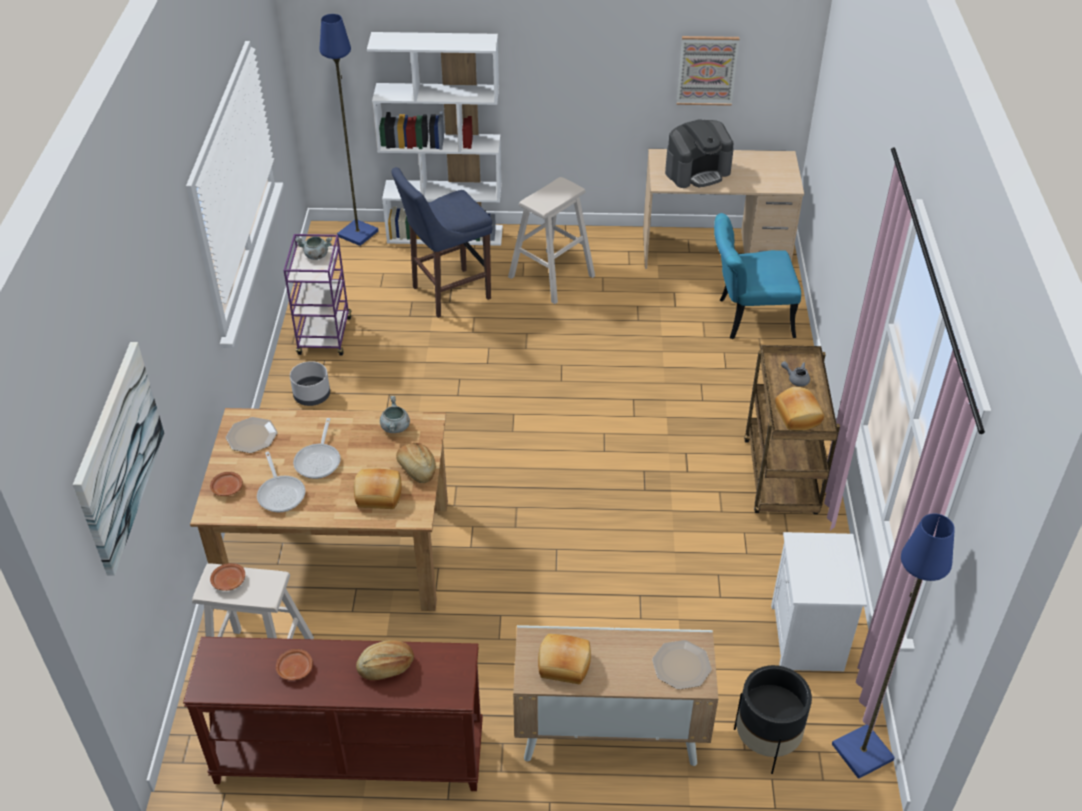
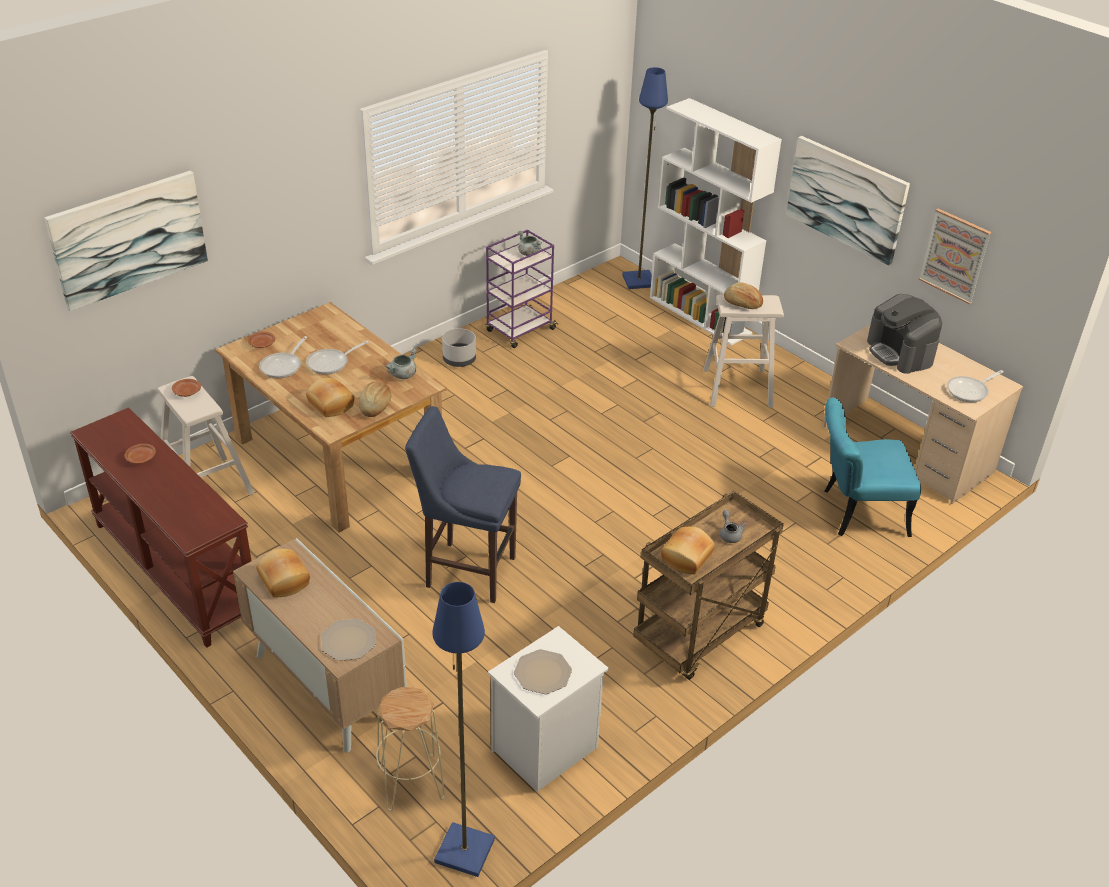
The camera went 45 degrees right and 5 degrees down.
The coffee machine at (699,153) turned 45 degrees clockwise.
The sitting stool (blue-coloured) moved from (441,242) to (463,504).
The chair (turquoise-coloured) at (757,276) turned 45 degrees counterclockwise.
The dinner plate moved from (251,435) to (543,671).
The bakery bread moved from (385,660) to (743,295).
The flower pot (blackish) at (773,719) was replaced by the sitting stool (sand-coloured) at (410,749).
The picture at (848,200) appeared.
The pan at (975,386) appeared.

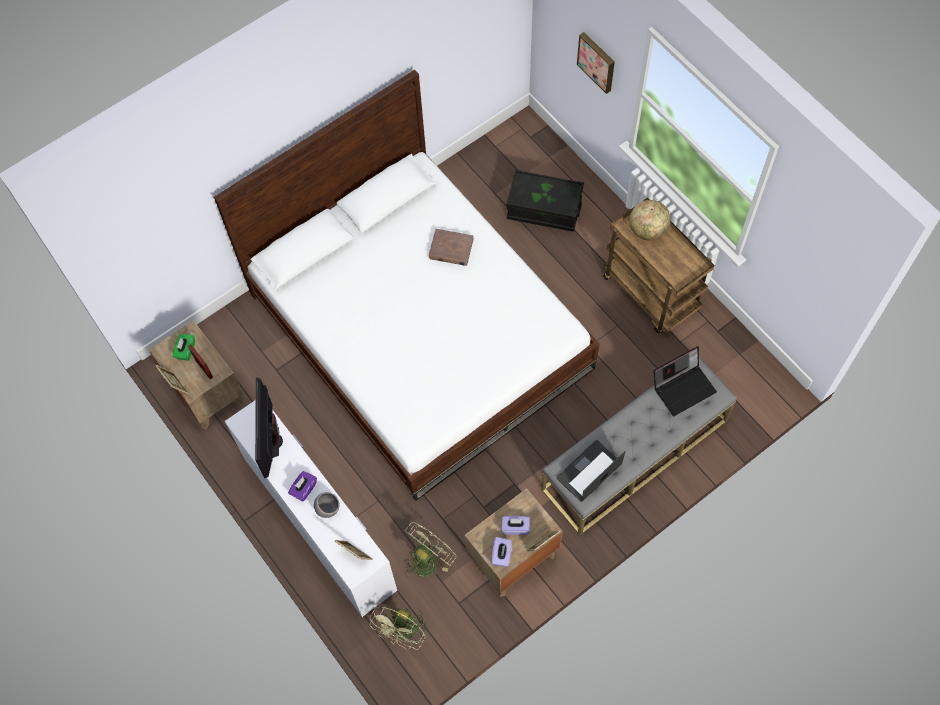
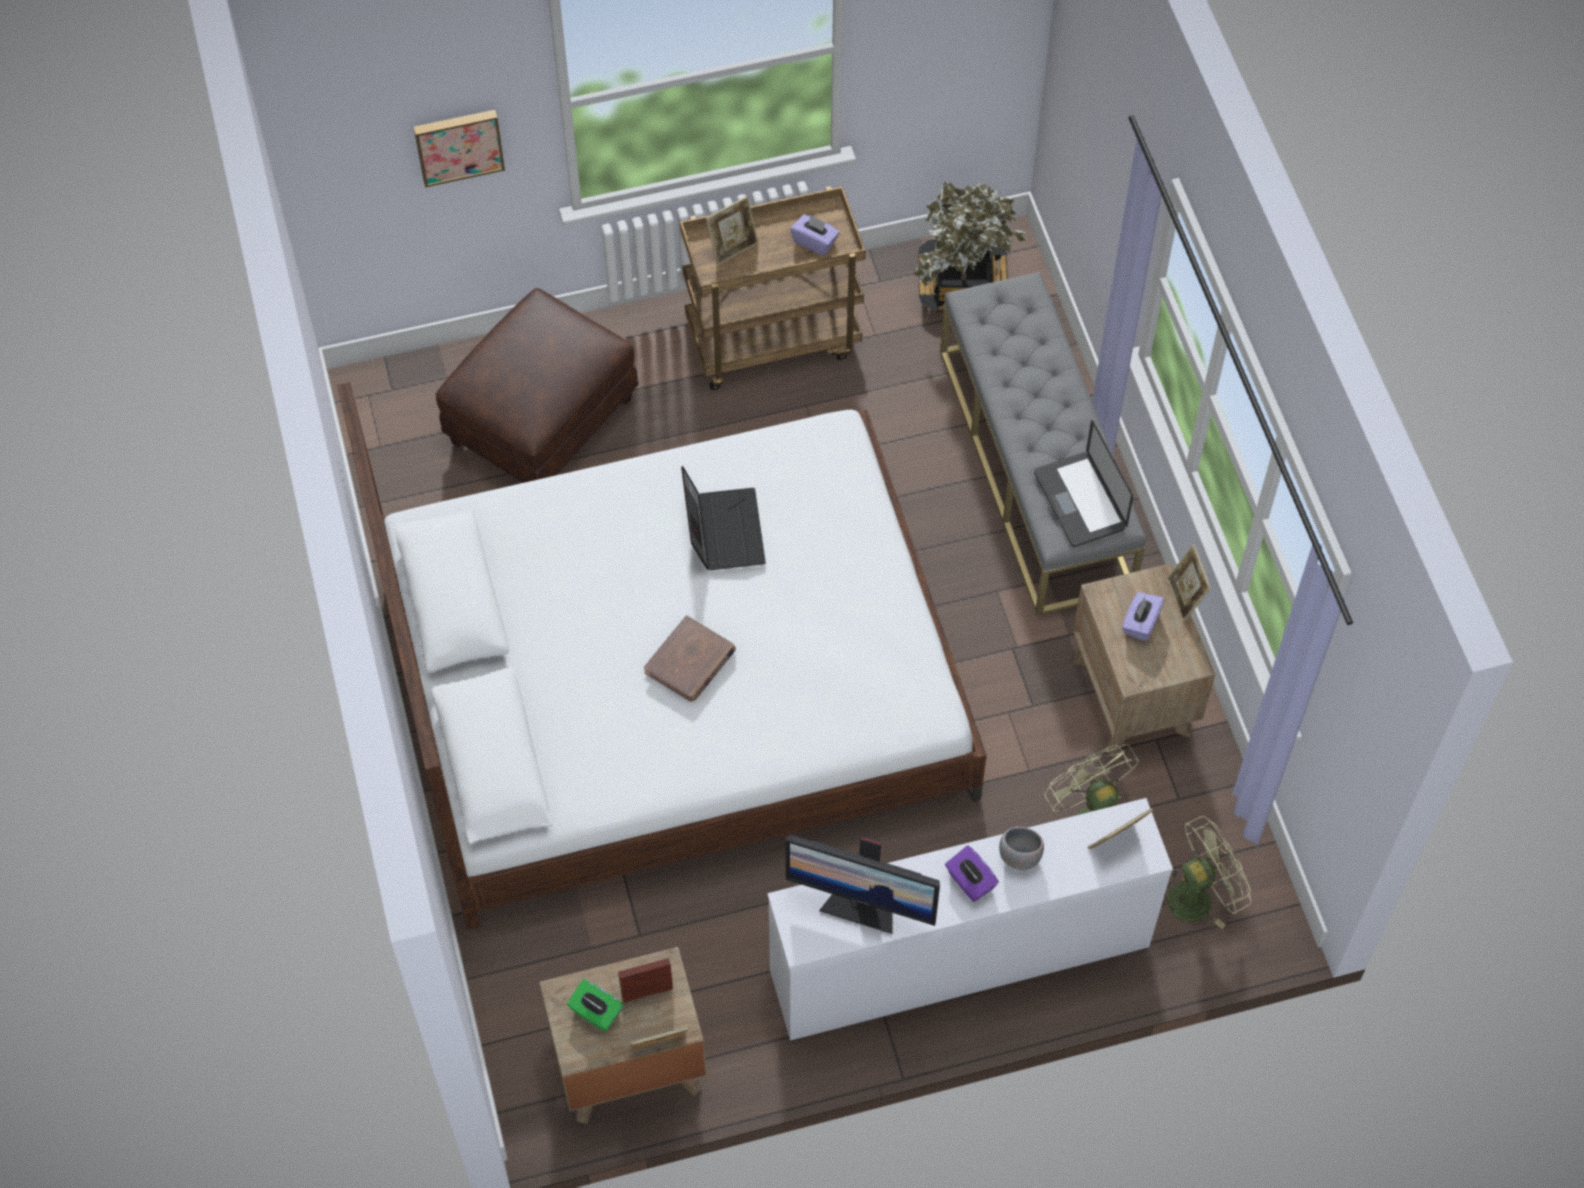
The camera went 70 degrees left and 5 degrees down.
The storage bin (blackish) at (545,201) was replaced by the ottoman (brownish) at (537,385).
The desk globe at (650,220) was replaced by the standing frame at (732,230).
The bound book (brownish) moved from (451,247) to (690,658).
The notebook computer moved from (685,381) to (723,518).
The tissue box (purple-coloured) moved from (501,552) to (815,235).
The fan (green-coloured) at (399,628) turned 75 degrees counterclockwise.
The houseplant at (970,246) appeared.

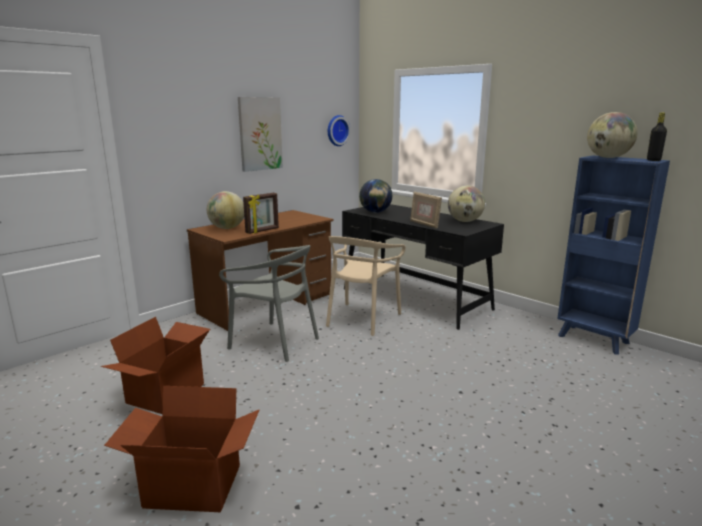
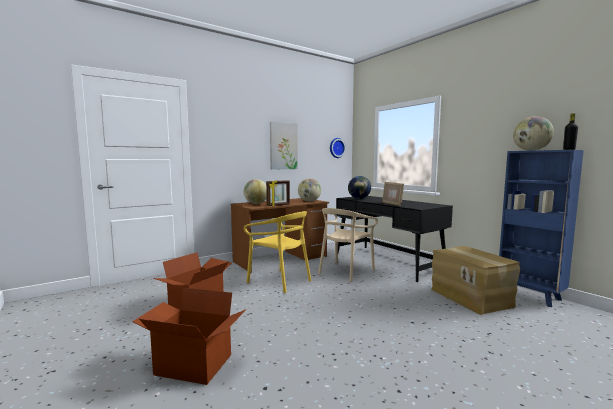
The camera went 10 degrees right and 10 degrees down.
The desk globe moved from (466,203) to (309,190).
The chair (grey) at (269,303) became the chair (yellowish) at (277,252).
The carton at (475,280) appeared.

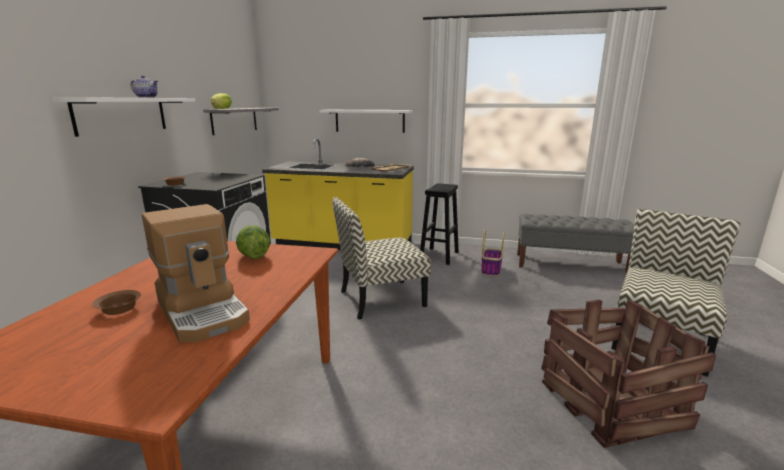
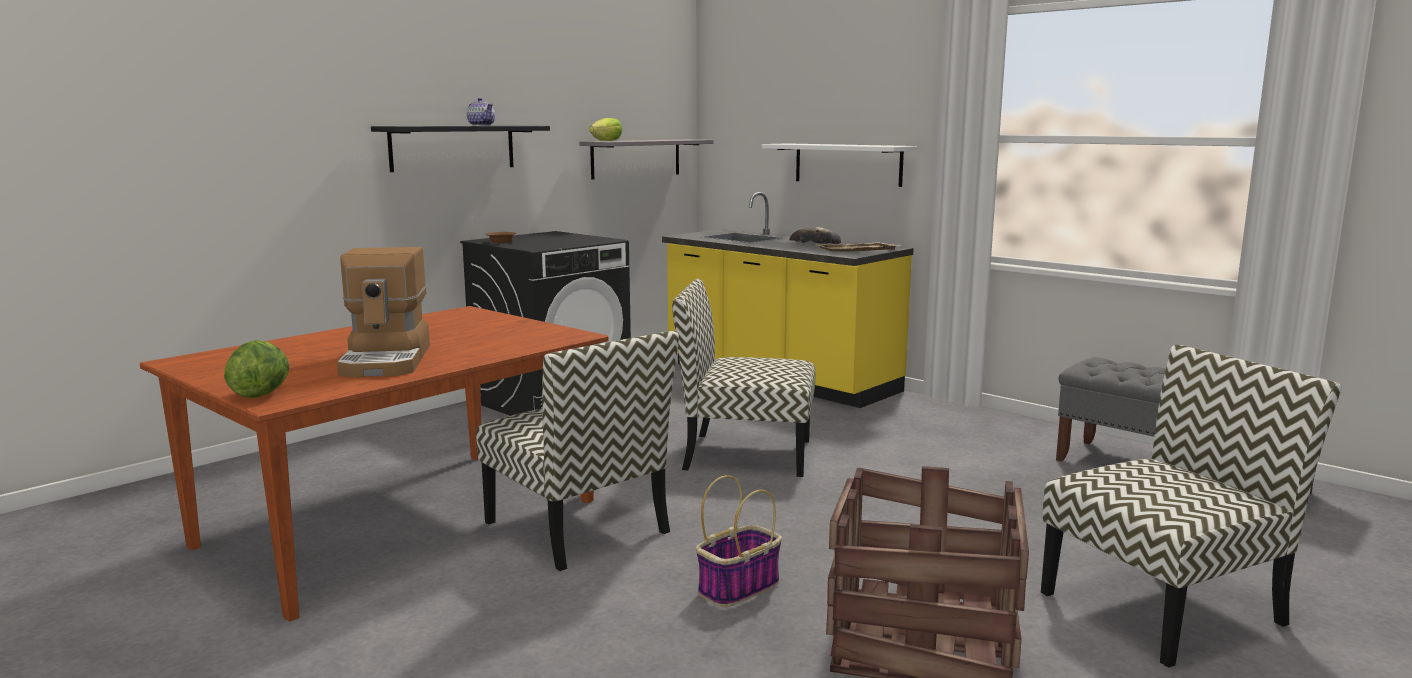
The camera went 30 degrees right and 5 degrees down.
The bracket shelf (white) at (123,117) became the bracket shelf (blackish) at (460,149).
The sitting stool (blackish) at (439,224) disappeared.
The lettuce moved from (253,242) to (256,369).
The basket moved from (493,253) to (739,541).
The serving bowl (brownish) at (116,302) disappeared.
The chair at (577,451) appeared.

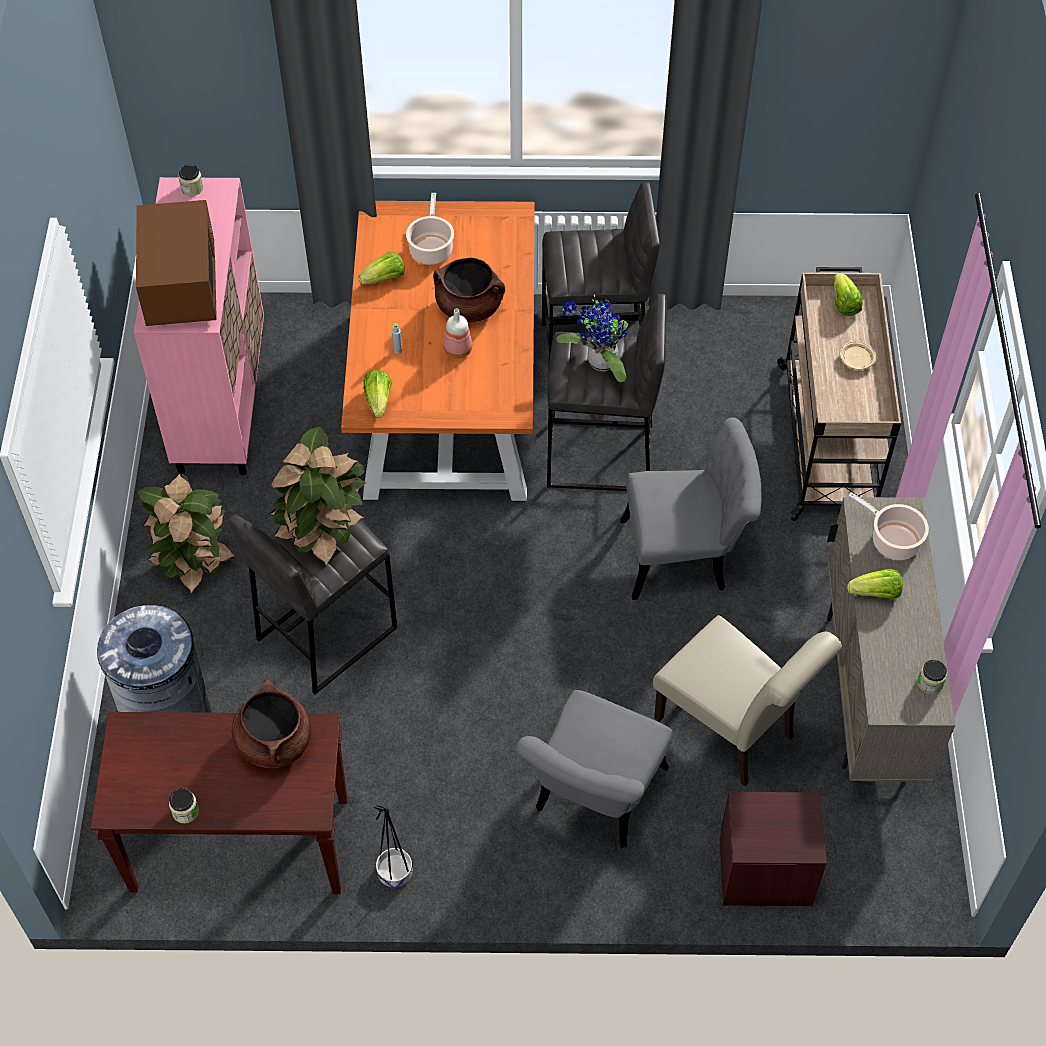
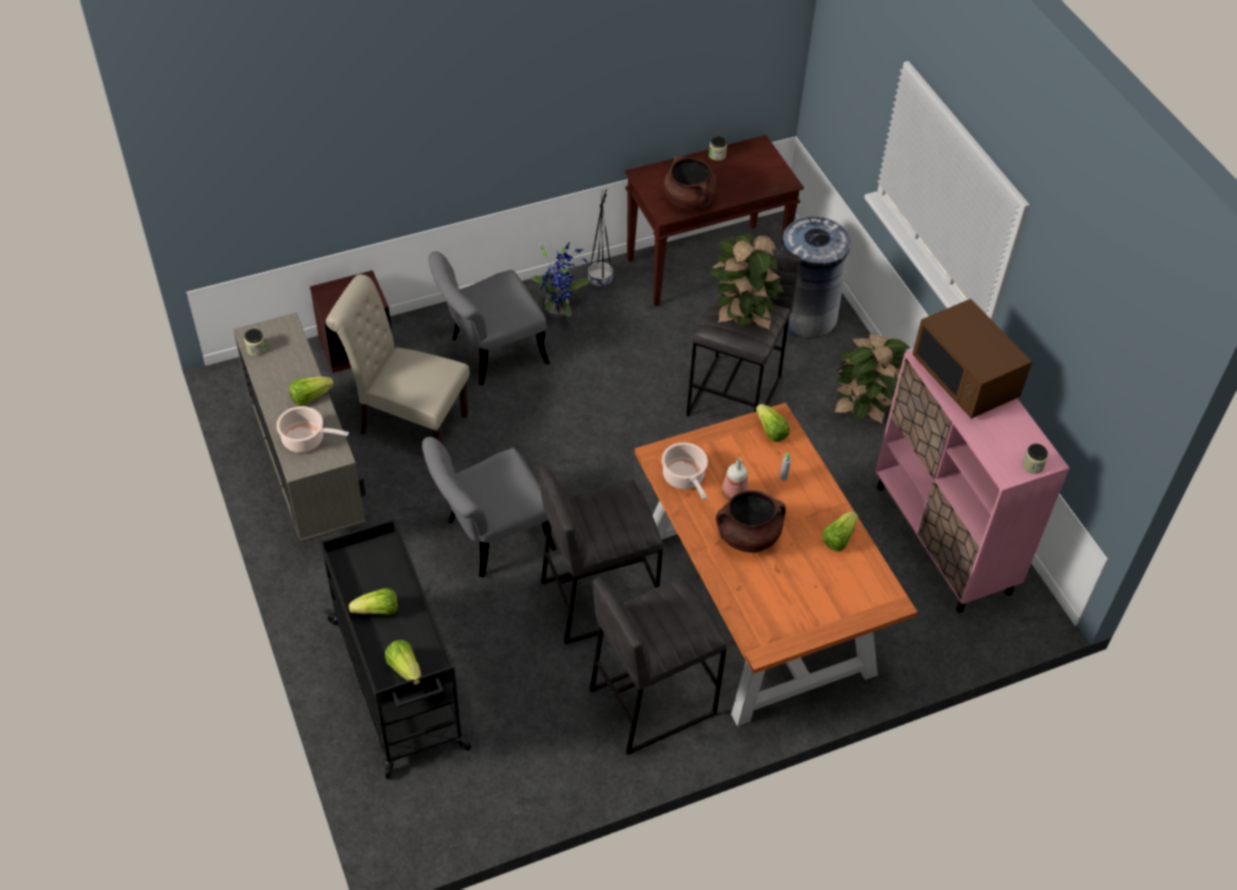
The camera went 155 degrees right and 5 degrees down.
The stockpot moved from (430,229) to (685,470).
The wheeled cart (sand-coloured) at (839,394) became the wheeled cart (blackish) at (395,649).
The houseplant moved from (592,338) to (560,280).
The dinner plate (sand-coloured) at (858,355) was replaced by the lettuce at (373,601).
The chair (grey) at (594,769) turned 120 degrees counterclockwise.

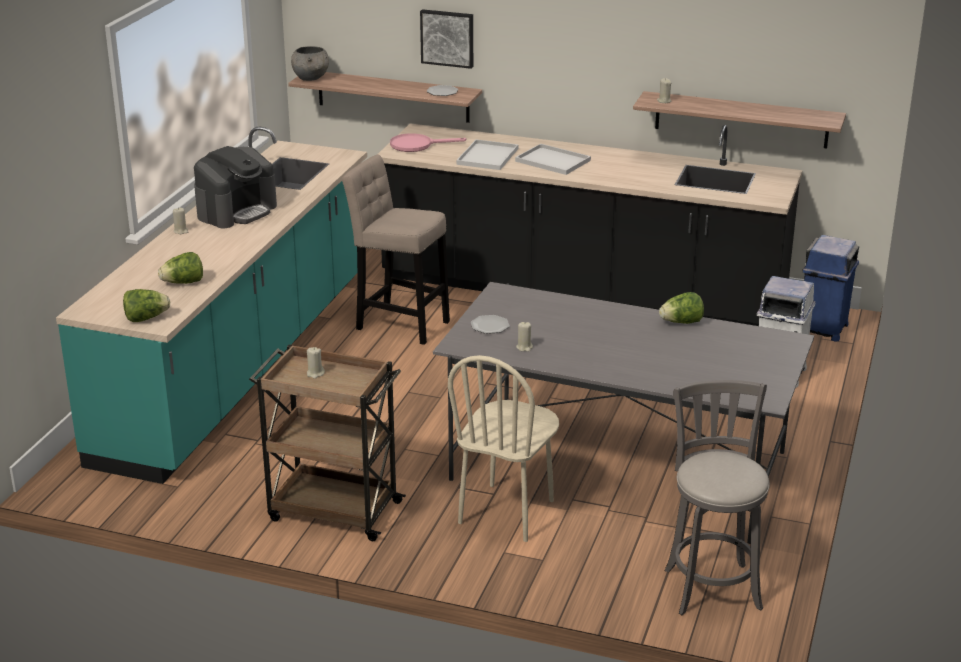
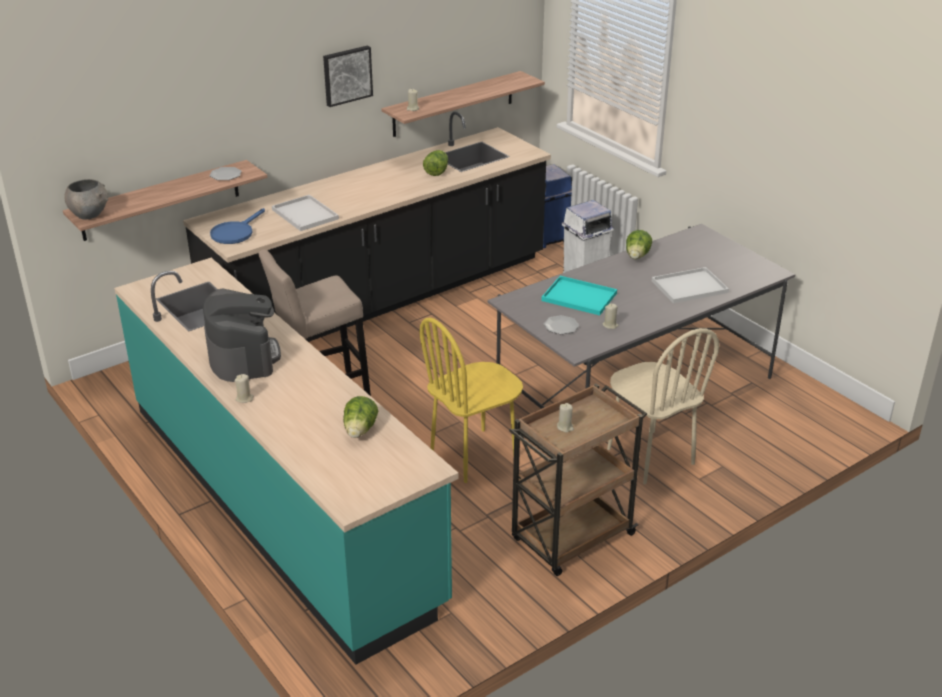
The camera went 55 degrees left and 5 degrees up.
The picture moved from (446,39) to (348,76).
The pan (pink-coloured) at (428,142) became the pan (blue-coloured) at (237,226).
The serving tray (white) moved from (553,159) to (690,285).
The lettuce moved from (146,305) to (435,163).
The sitting stool (grey) at (717,497) disappeared.
The serving tray (turquoise-coloured) at (579,295) appeared.
The chair (yellowish) at (471,400) appeared.

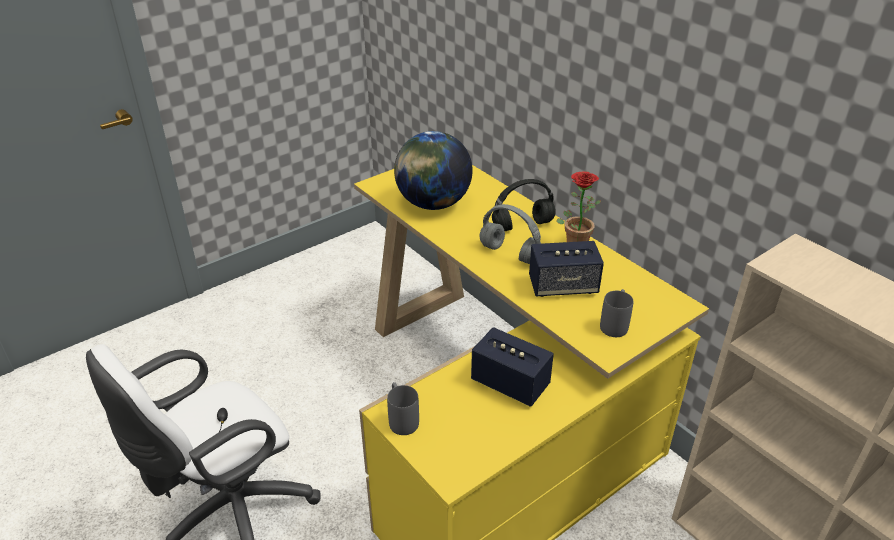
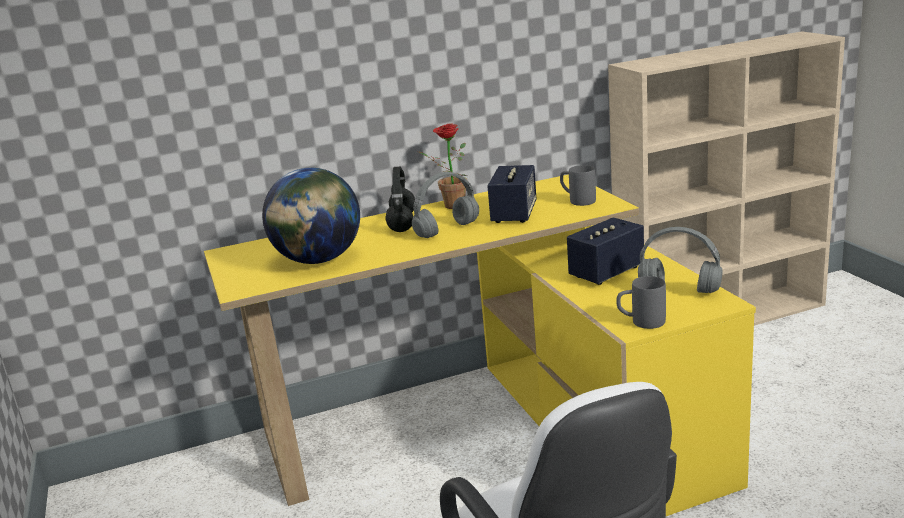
The camera went 70 degrees left and 15 degrees down.
The headphones (grey) at (680,260) appeared.

